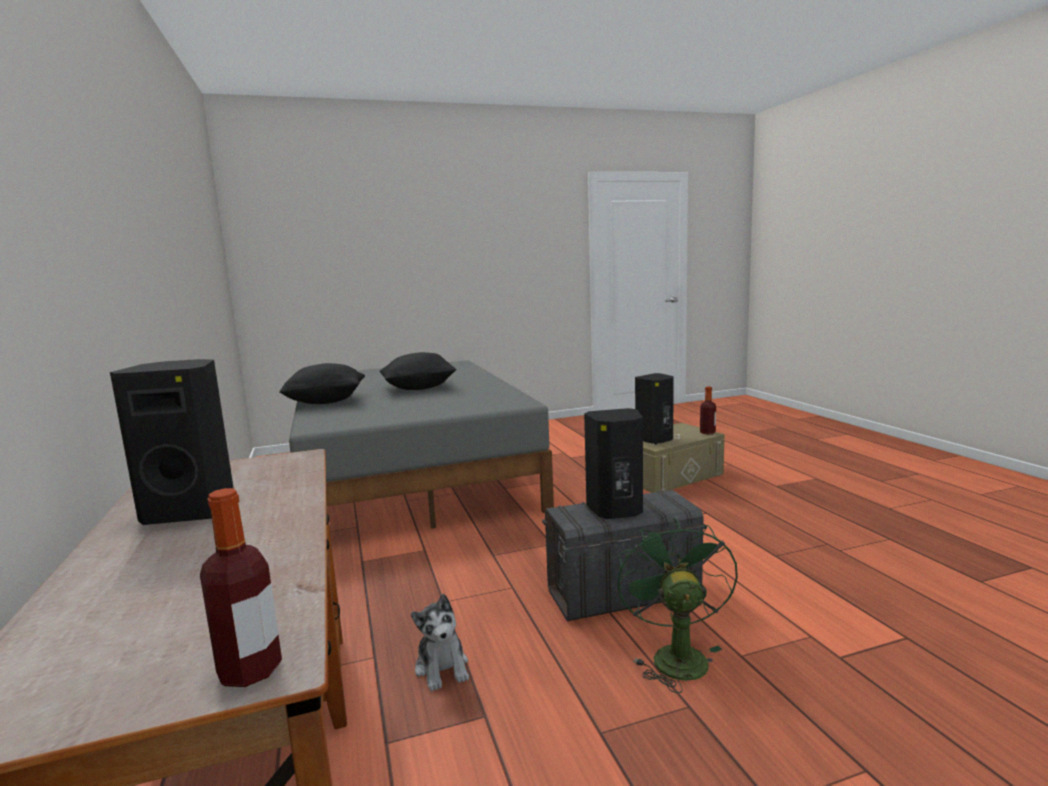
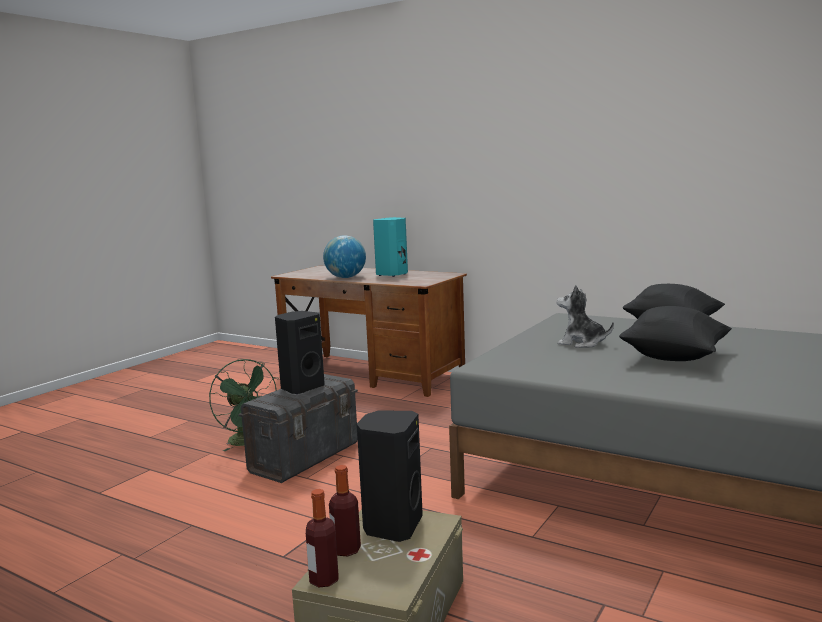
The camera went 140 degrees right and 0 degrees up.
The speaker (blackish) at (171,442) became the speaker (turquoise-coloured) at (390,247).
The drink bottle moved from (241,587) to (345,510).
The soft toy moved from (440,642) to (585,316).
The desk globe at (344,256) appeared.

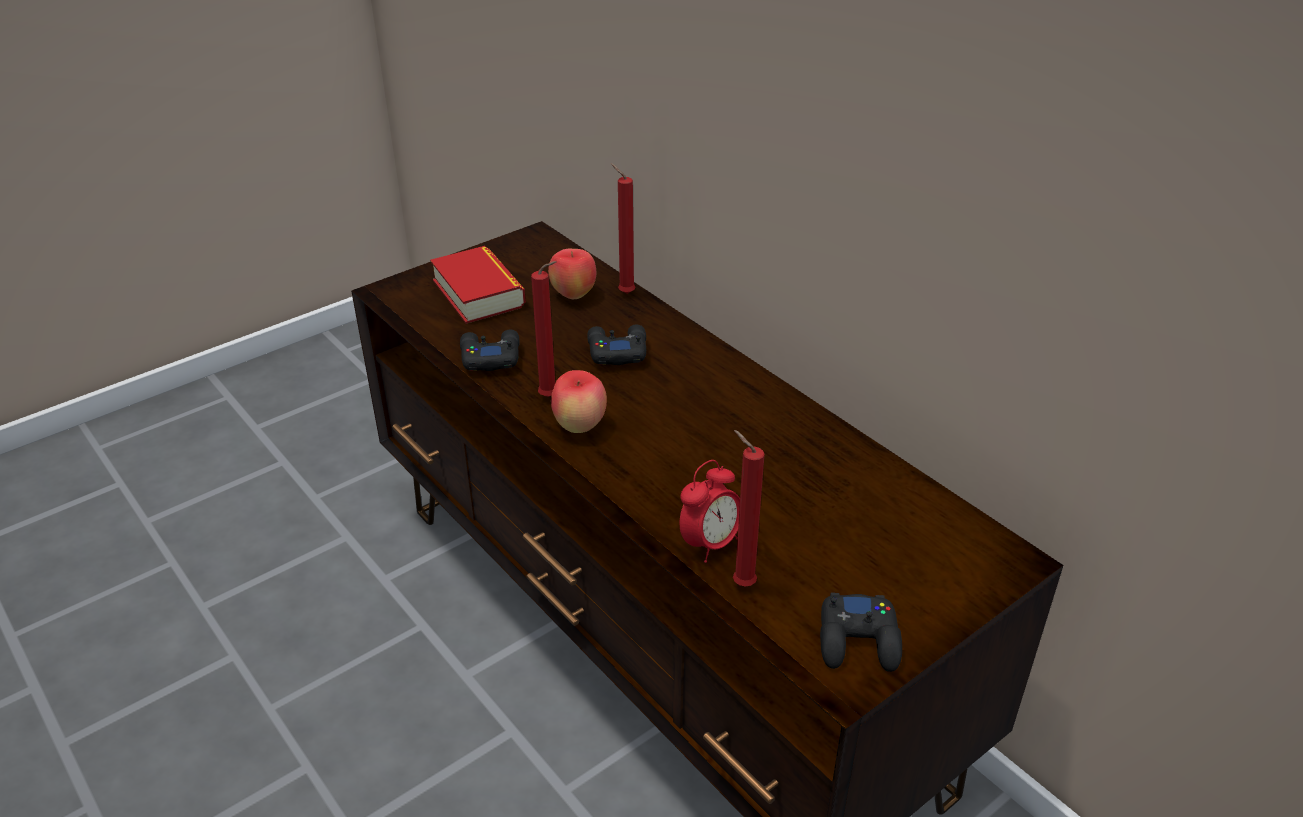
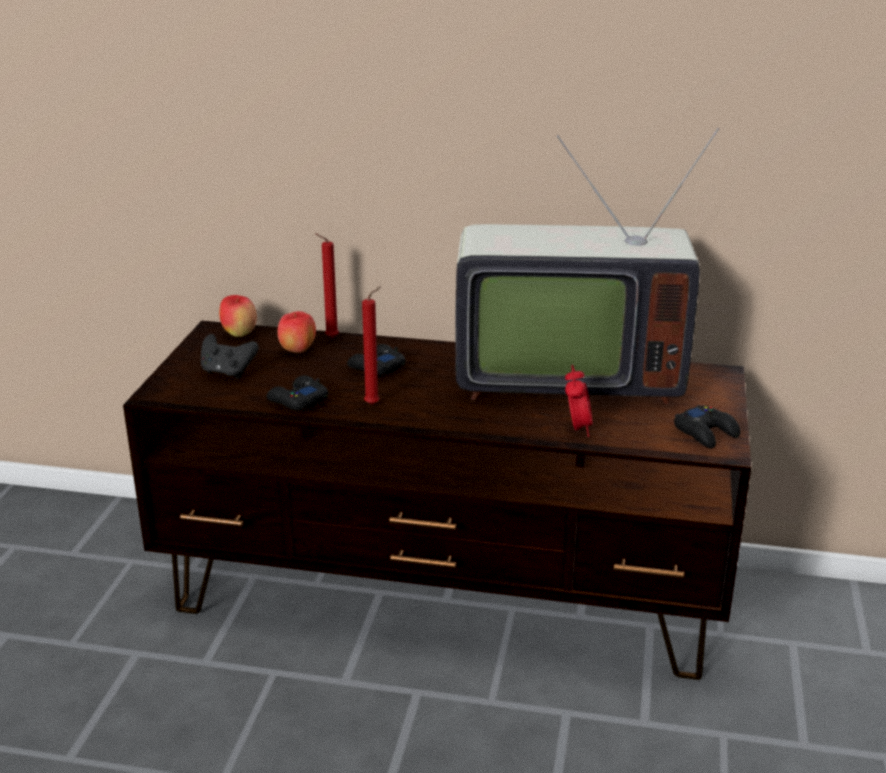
The camera went 40 degrees left and 10 degrees down.
The bound book at (478,285) was replaced by the game controller (blackish) at (229,356).
The apple fruit moved from (579,401) to (238,316).
The wax light (red-coloured) at (749,508) disappeared.
The TV at (587,266) appeared.

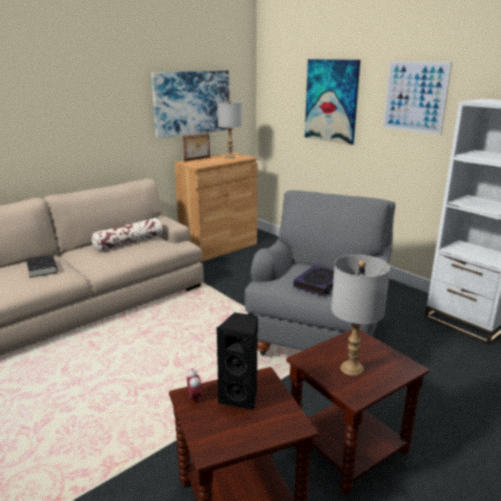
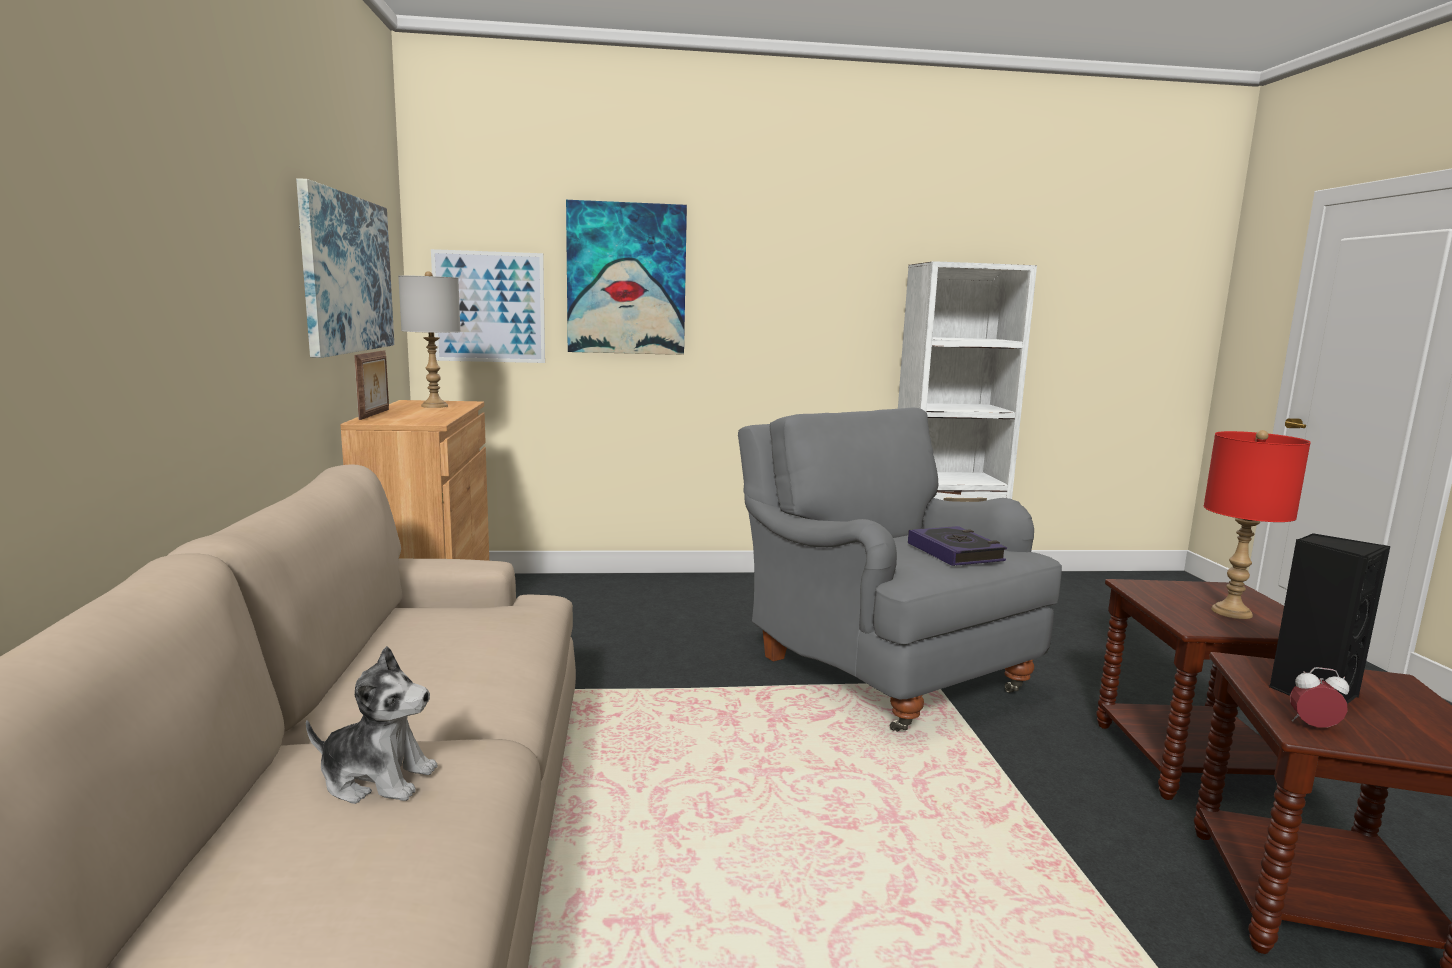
The camera went 55 degrees left and 10 degrees down.
The picture moved from (417,98) to (488,306).
The throw pillow at (127,234) disappeared.
The bound book (blackish) at (42,266) was replaced by the soft toy at (371,725).
The lamp for a table (grey) at (360,315) became the lamp for a table (red-coloured) at (1257,524).

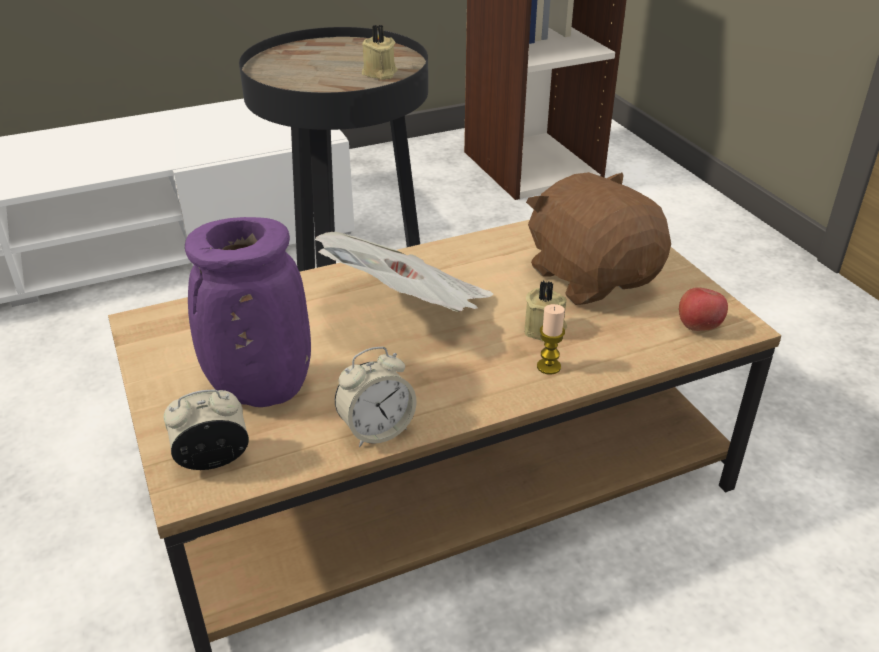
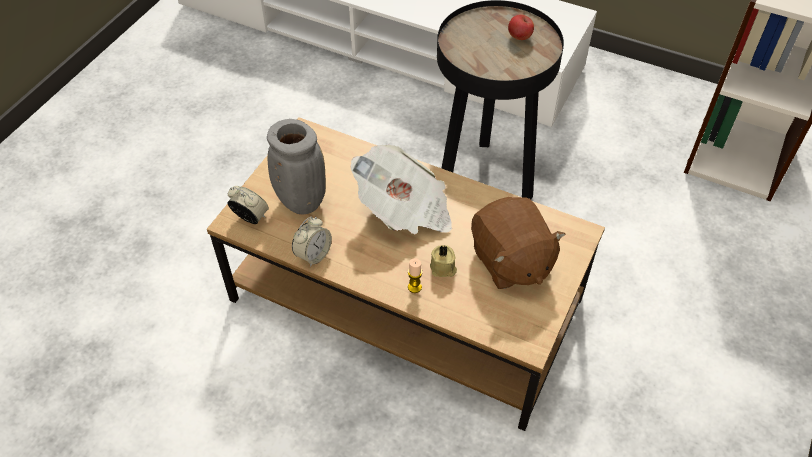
The camera went 50 degrees right and 15 degrees up.
The wax light (sand-coloured) at (380,52) disappeared.
The soft toy (brownish) at (598,238) turned 135 degrees clockwise.
The vase (purple-coloured) at (248,312) became the vase (grey) at (296,166).
The apple fruit moved from (703,309) to (521,27).
The alarm clock at (375,397) turned 75 degrees counterclockwise.

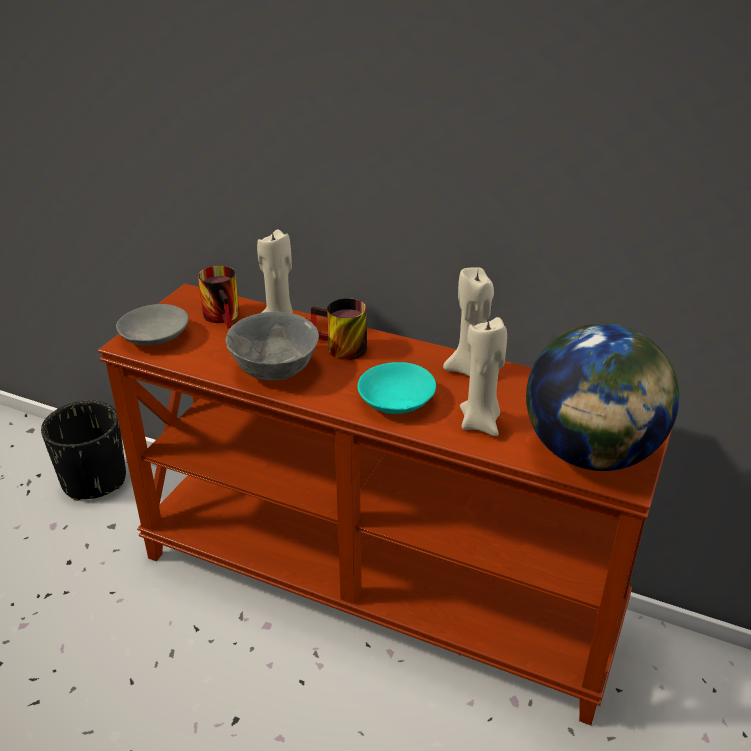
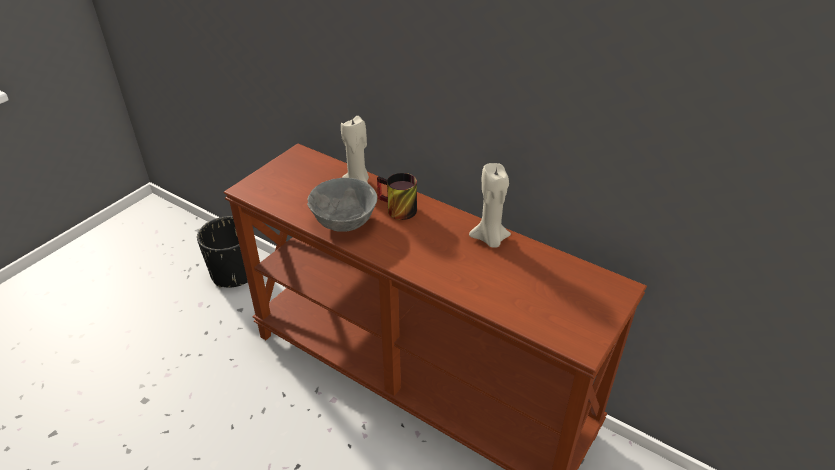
The camera went 10 degrees right and 5 degrees up.
The tea mug at (218,297) disappeared.
The serving bowl (grey) at (152,324) disappeared.
The wax light (sand-coloured) at (483,376) disappeared.
The desk globe at (602,397) disappeared.
The serving bowl (turquoise-coloured) at (396,388) disappeared.

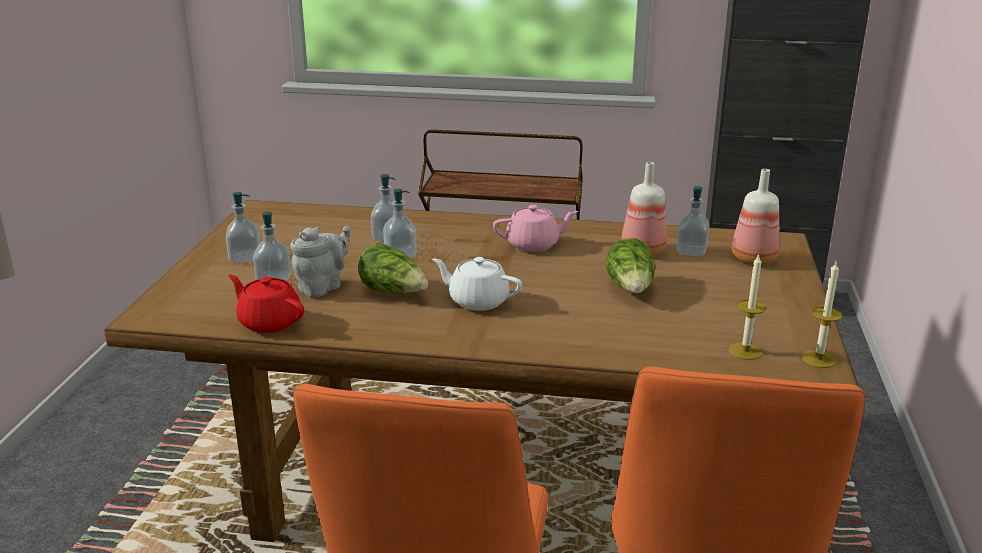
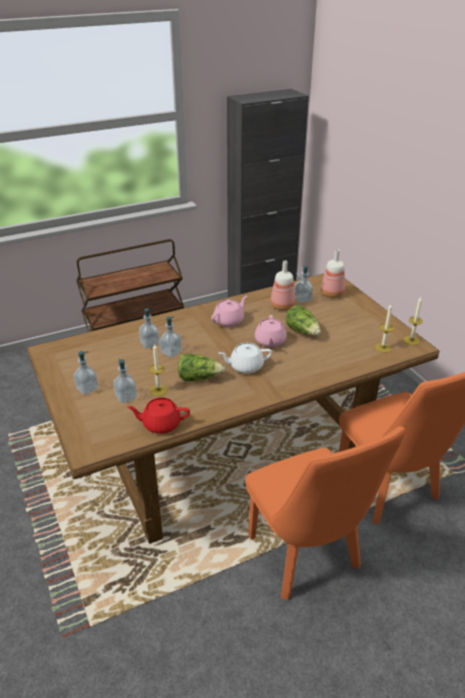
The camera went 35 degrees left and 10 degrees up.
The teapot (grey) at (320,261) was replaced by the wax light at (158,369).
The teapot (pink-coloured) at (271,331) appeared.

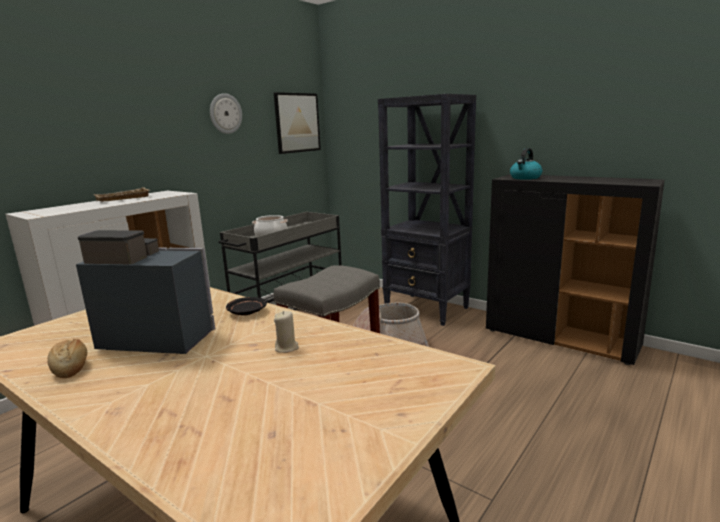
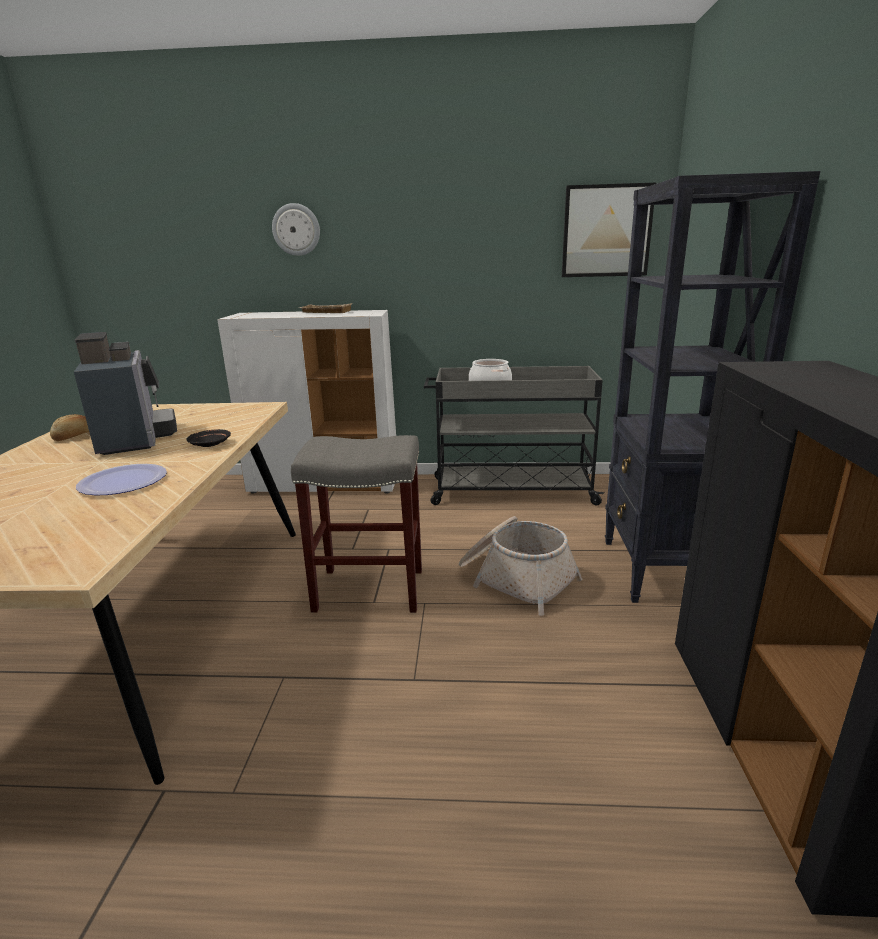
The camera went 55 degrees right and 5 degrees up.
The clock on the wall moved from (226,113) to (296,229).
The tea kettle at (526,164) disappeared.
The wax light (sand-coloured) at (286,332) was replaced by the dinner plate at (121,479).

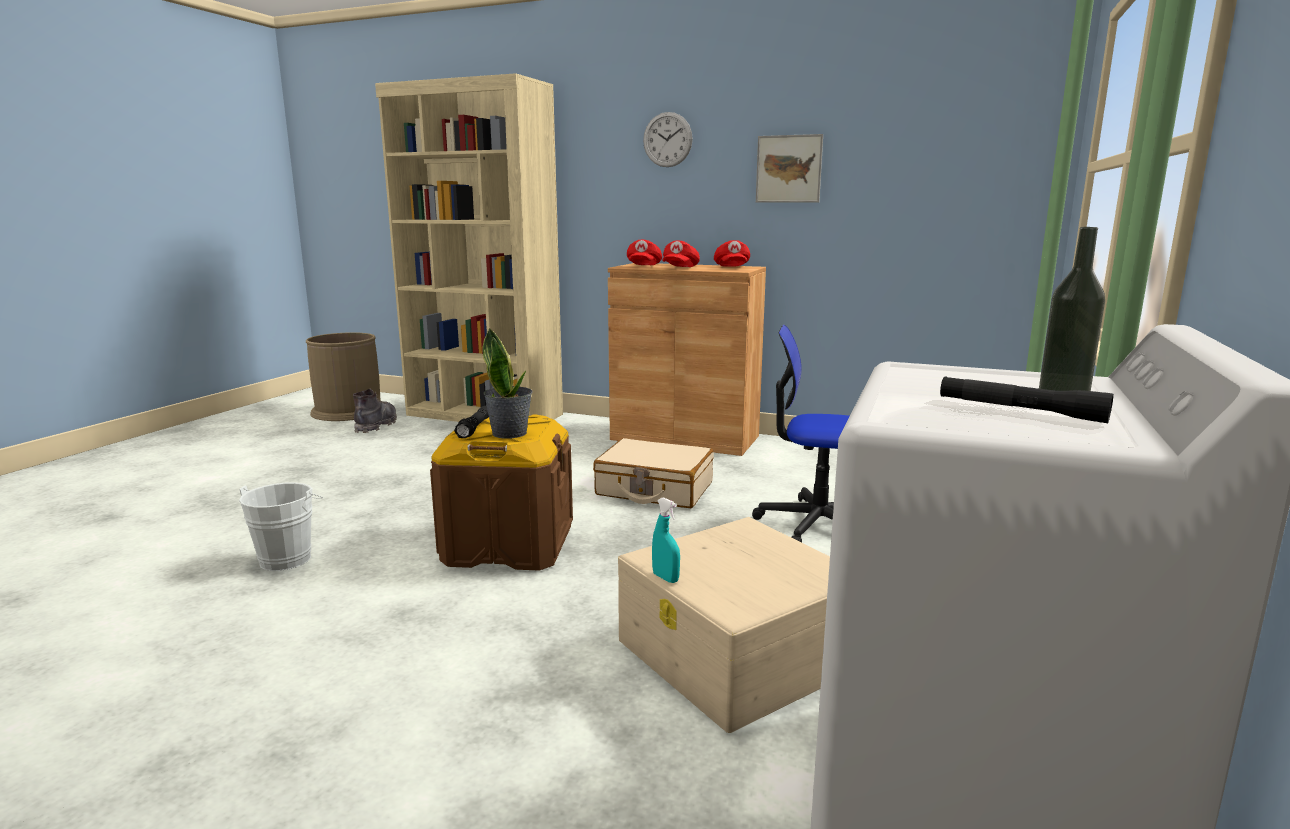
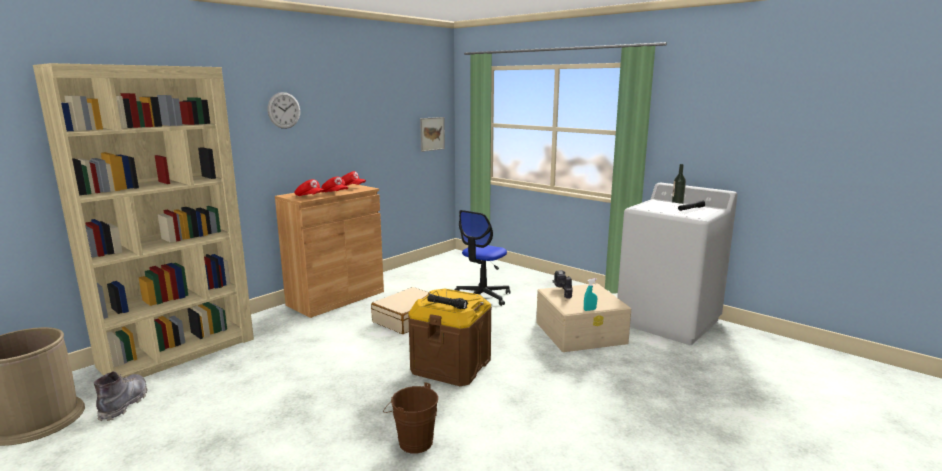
The camera went 70 degrees left and 0 degrees up.
The picture moved from (789,168) to (432,134).
The houseplant at (507,383) disappeared.
The tall boot (grey) at (375,411) turned 60 degrees clockwise.
The water bucket (white) at (281,526) became the water bucket (brownish) at (410,418).
The drill at (562,284) appeared.

